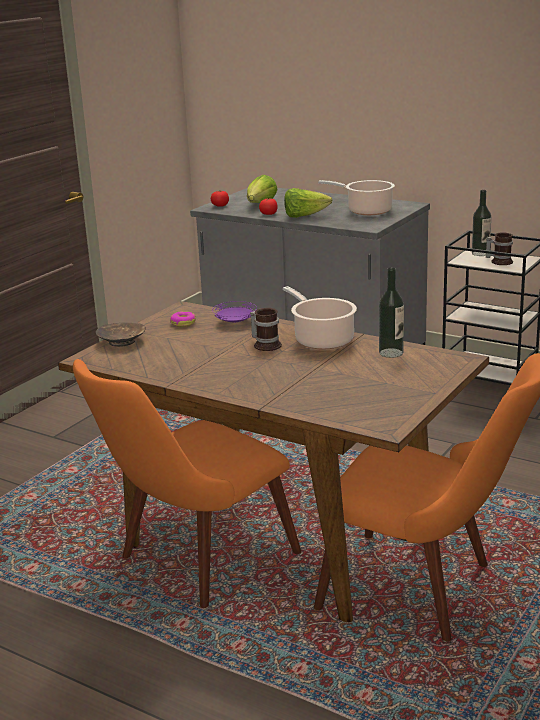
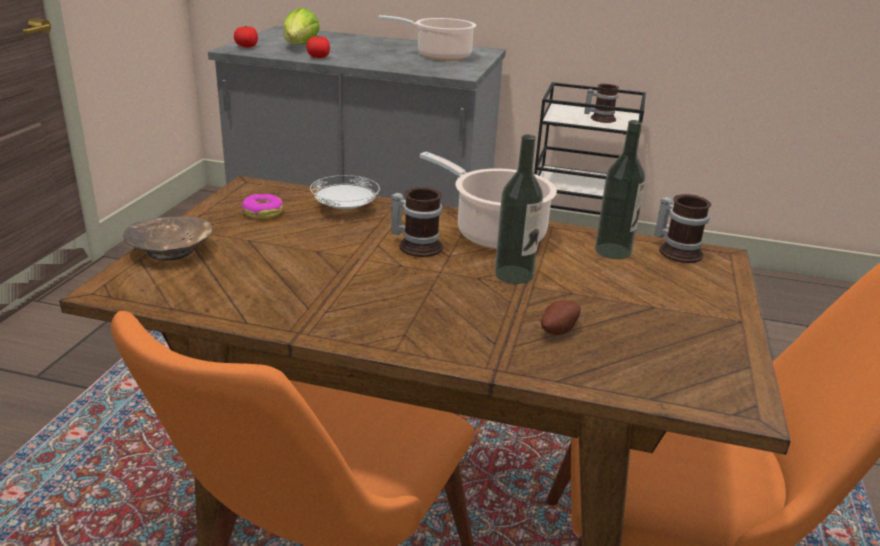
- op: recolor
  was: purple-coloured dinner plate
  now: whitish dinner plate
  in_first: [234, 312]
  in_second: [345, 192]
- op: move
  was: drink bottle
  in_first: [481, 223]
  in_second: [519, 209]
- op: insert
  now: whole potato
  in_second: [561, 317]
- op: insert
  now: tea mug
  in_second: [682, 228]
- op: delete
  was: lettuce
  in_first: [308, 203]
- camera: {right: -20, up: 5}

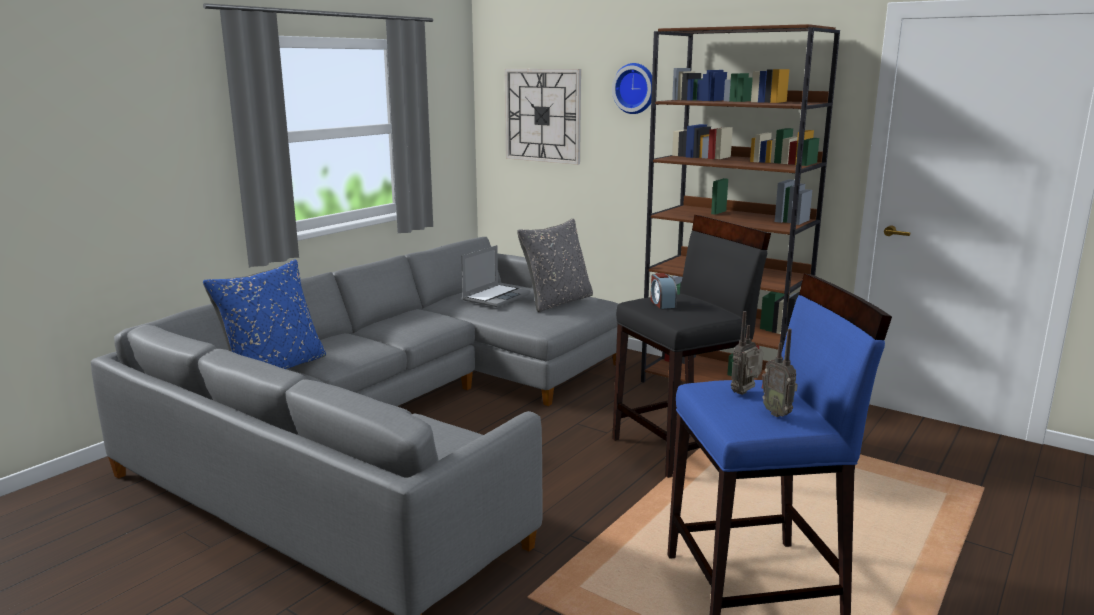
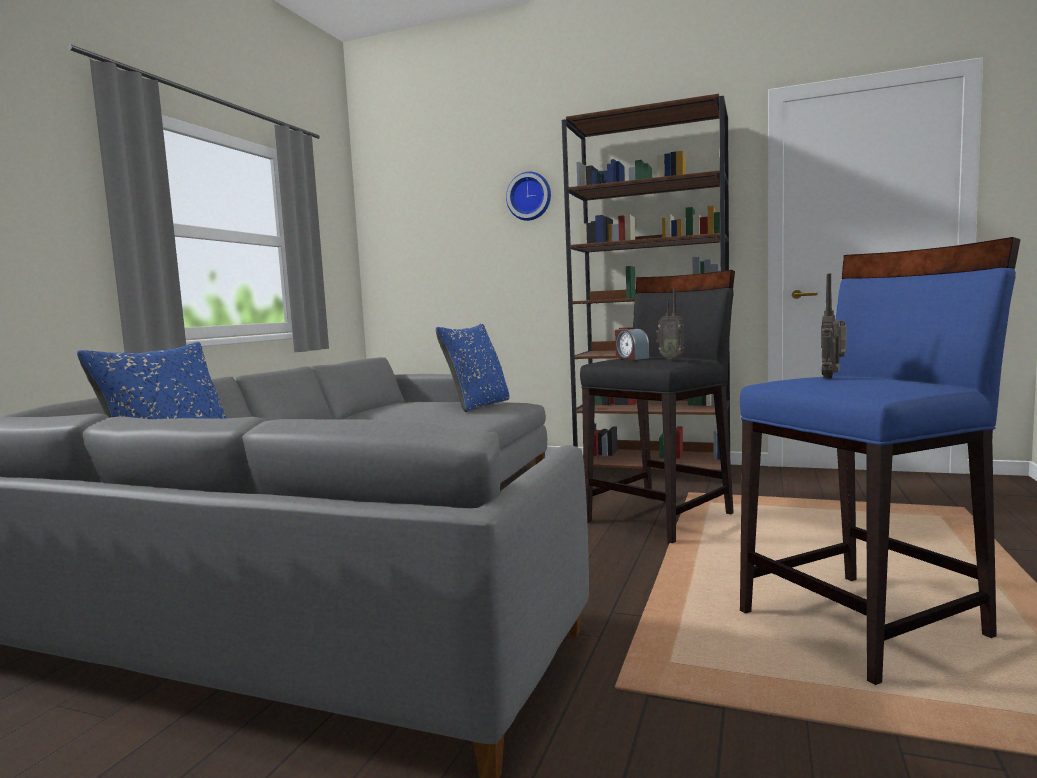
- op: recolor
  was: grey throw pillow
  now: blue throw pillow
  in_first: [555, 265]
  in_second: [472, 368]
- op: move
  was: radio set
  in_first: [780, 372]
  in_second: [670, 323]
- op: delete
  was: portable computer
  in_first: [496, 276]
- op: delete
  was: clock on the wall
  in_first: [543, 117]
- camera: {right: -15, up: -10}

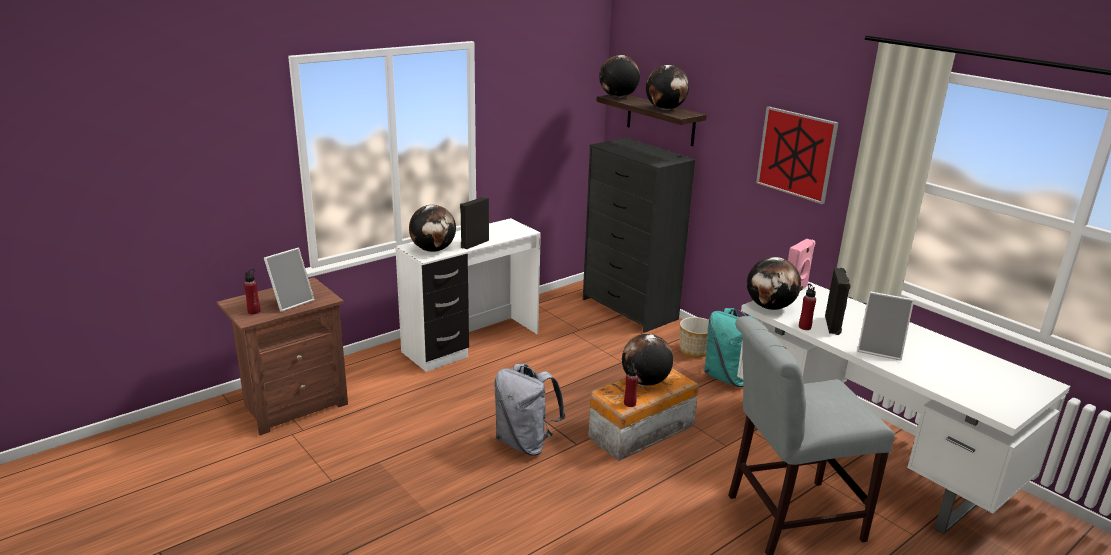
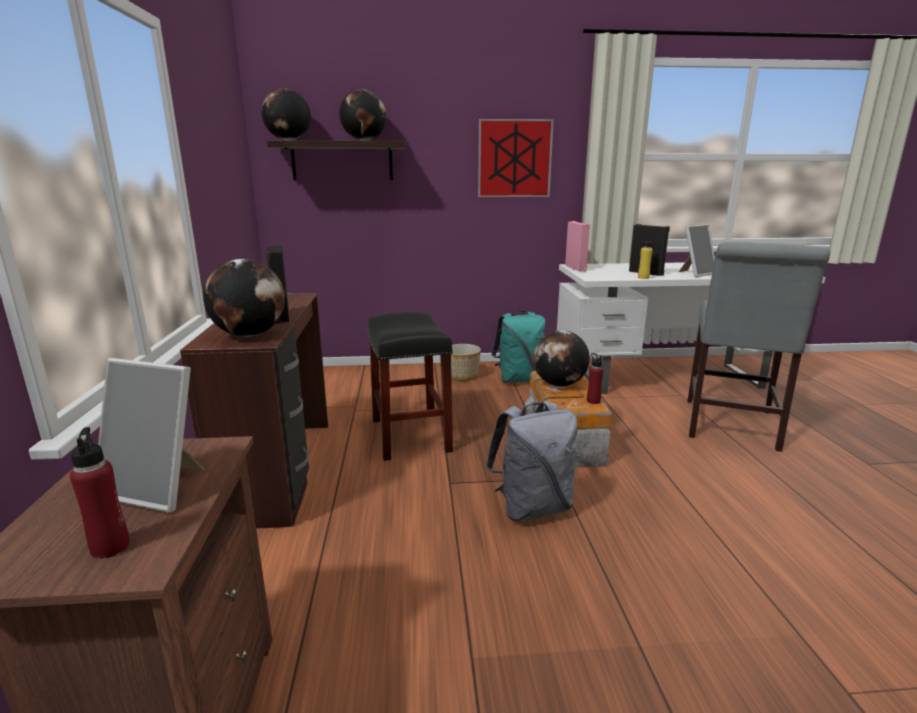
- op: rotate
  was: photo frame
  in_first: [289, 280]
  in_second: [151, 435]
  clockwise: 120
- op: recolor
  was: whitish desk table
  now: brown-coloured desk table
  in_first: [468, 295]
  in_second: [254, 411]
- op: insert
  now: blackish stool seat
  in_second: [410, 386]
- op: recolor
  was: reddish drink bottle
  now: yellow-coloured drink bottle
  in_first: [807, 307]
  in_second: [645, 257]
- op: delete
  was: blackish dresser
  in_first: [639, 235]
- op: delete
  was: desk globe
  in_first: [774, 283]
- camera: {right: -55, up: -5}

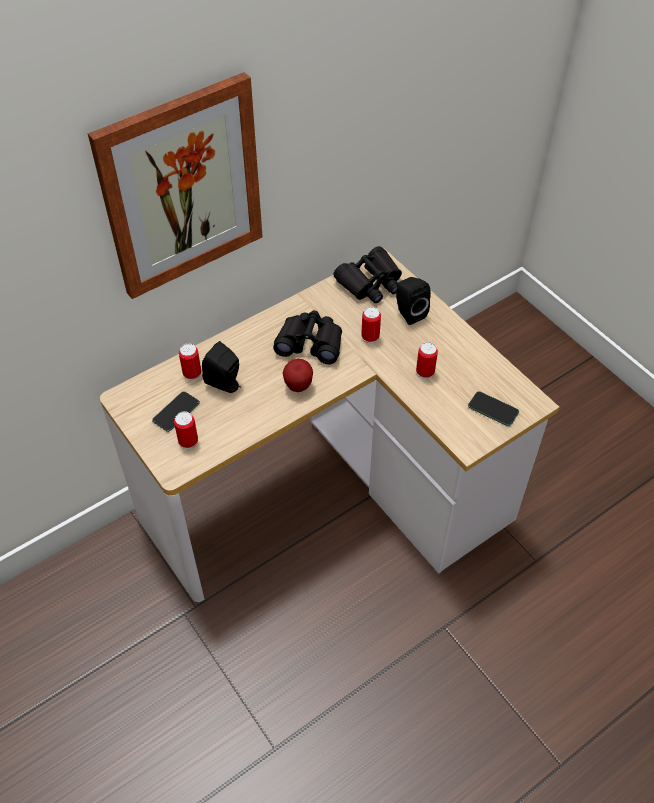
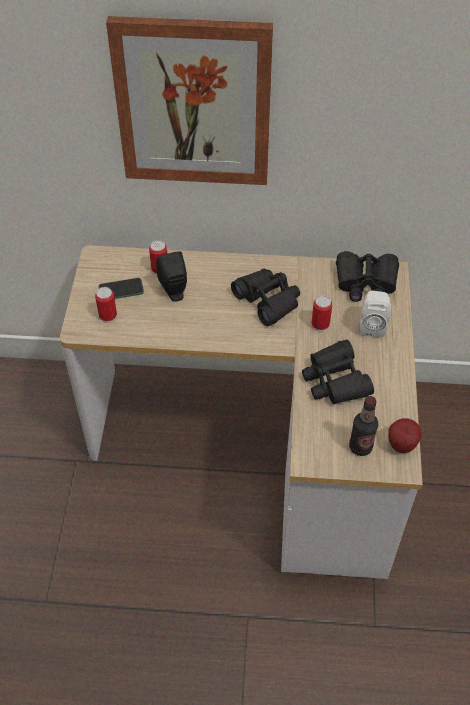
- op: replace
  was: metal can
  now: blackish binoculars
  in_first: [427, 360]
  in_second: [338, 372]
- op: replace
  was: telephone
  now: drink bottle
  in_first: [493, 408]
  in_second: [363, 426]
- op: recolor
  was: blackish audio speaker
  now: whitish audio speaker
  in_first: [413, 301]
  in_second: [375, 314]
- op: move
  was: apple fruit
  in_first: [298, 375]
  in_second: [405, 435]
- camera: {right: 40, up: 0}

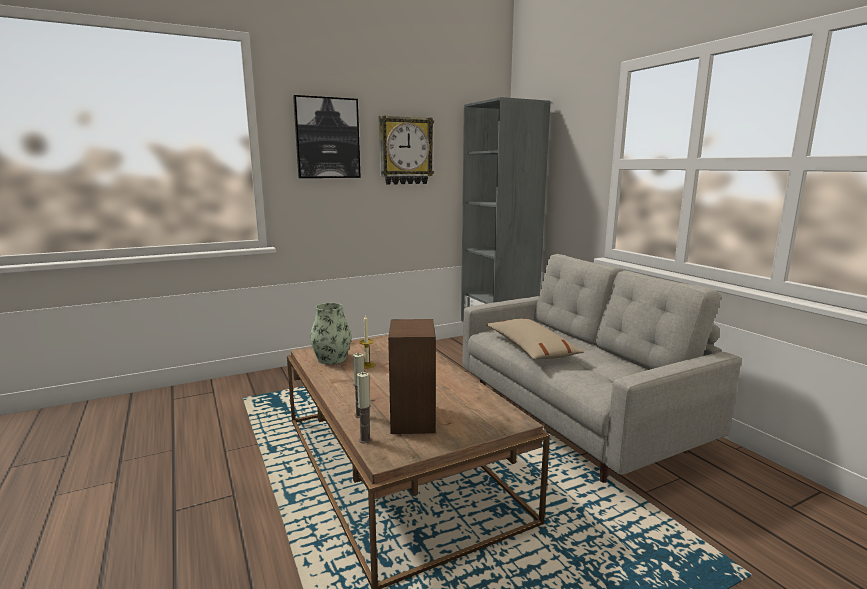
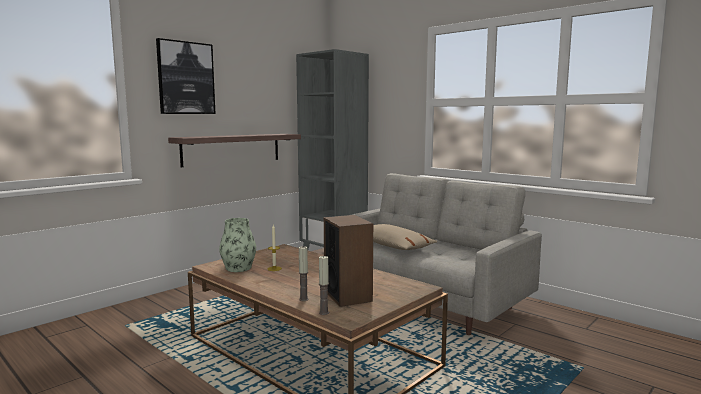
- op: insert
  now: bracket shelf
  in_second: [234, 150]
- op: delete
  was: clock on the wall
  in_first: [406, 150]
- camera: {right: -20, up: -5}

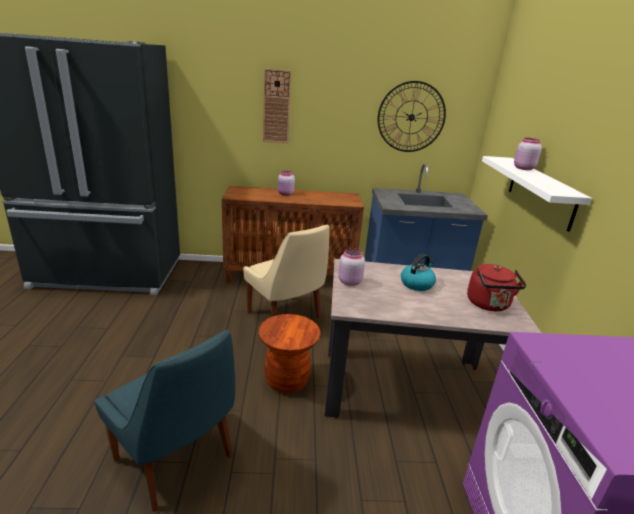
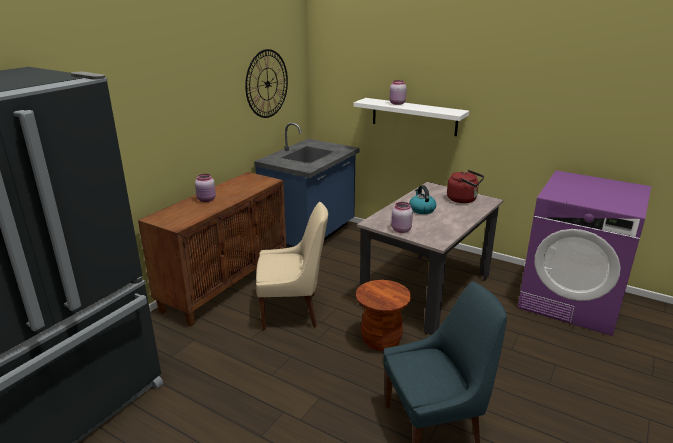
- op: delete
  was: clock on the wall
  in_first: [277, 105]
- camera: {right: -55, up: 0}

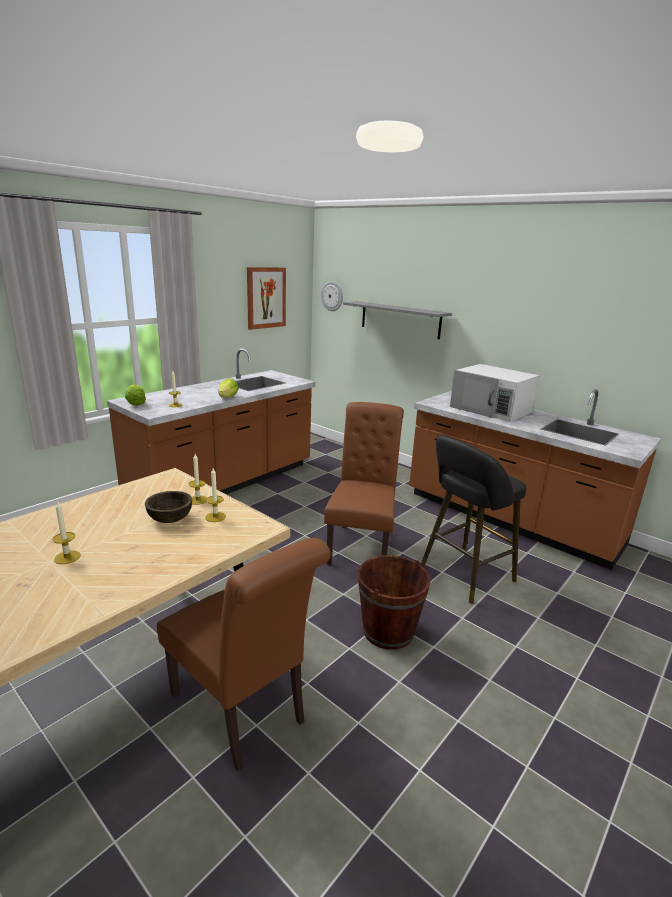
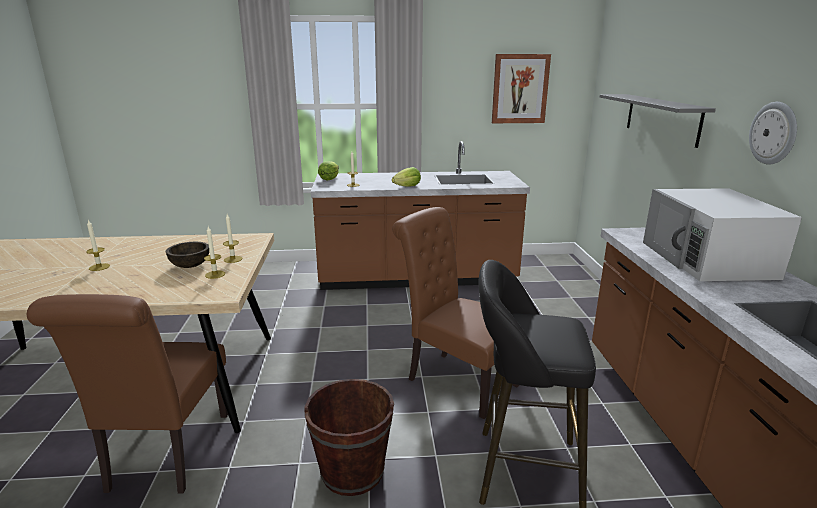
- op: rotate
  was: brown-coloured plain chair
  in_first: [364, 484]
  in_second: [455, 313]
  clockwise: -105
- op: move
  was: clock on the wall
  in_first: [332, 296]
  in_second: [773, 133]
- camera: {right: 45, up: 0}

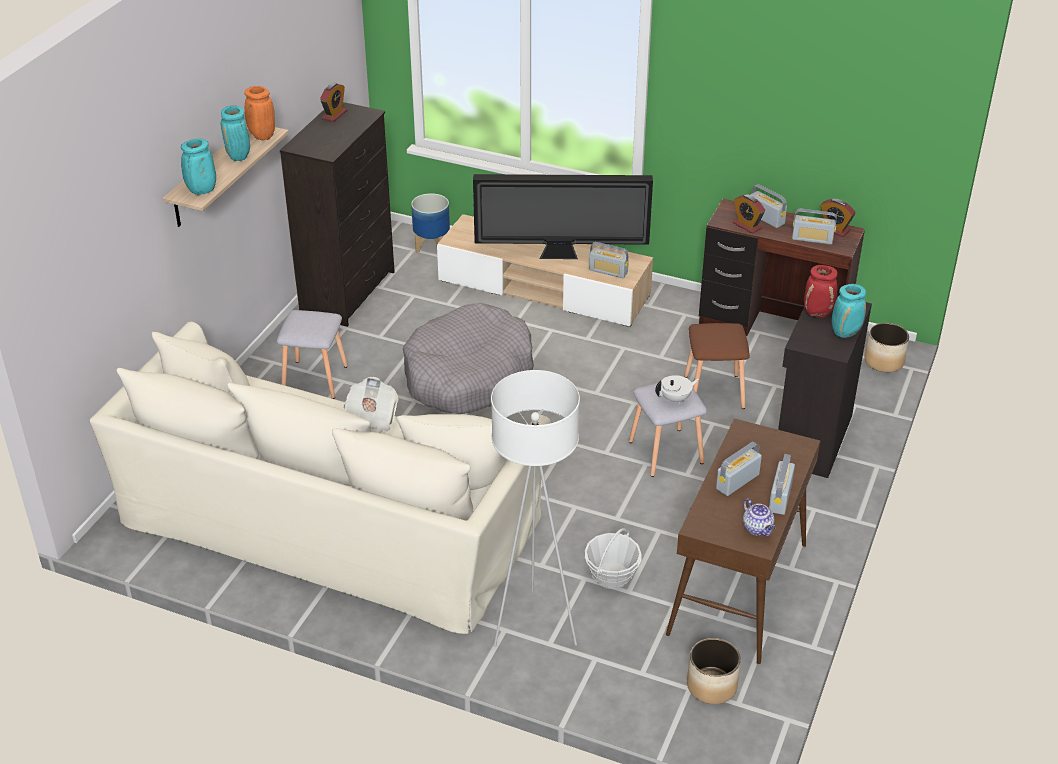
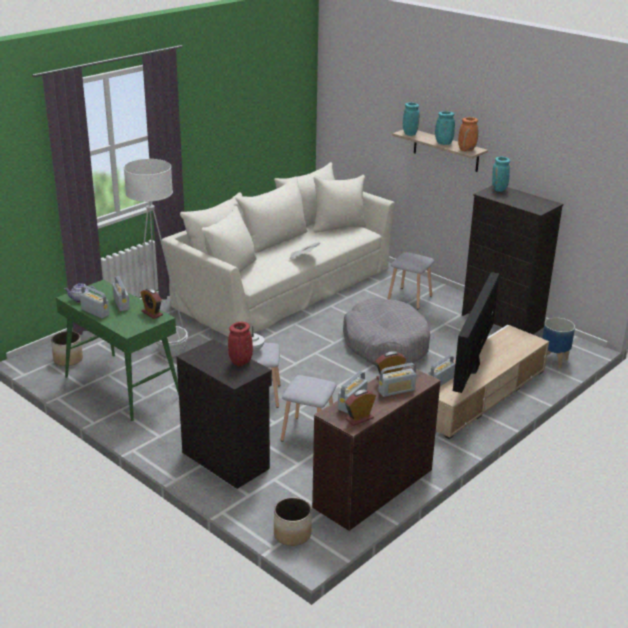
- op: recolor
  was: brown-coloured narrow table
  now: green-coloured narrow table
  in_first: [743, 541]
  in_second: [117, 350]
- op: move
  was: alarm clock
  in_first: [333, 102]
  in_second: [152, 303]
- op: recolor
  was: brown-coloured stool seat
  now: grey stool seat
  in_first: [717, 366]
  in_second: [308, 408]
- op: move
  was: turquoise vase
  in_first: [849, 311]
  in_second: [501, 174]
- camera: {right: 110, up: -10}

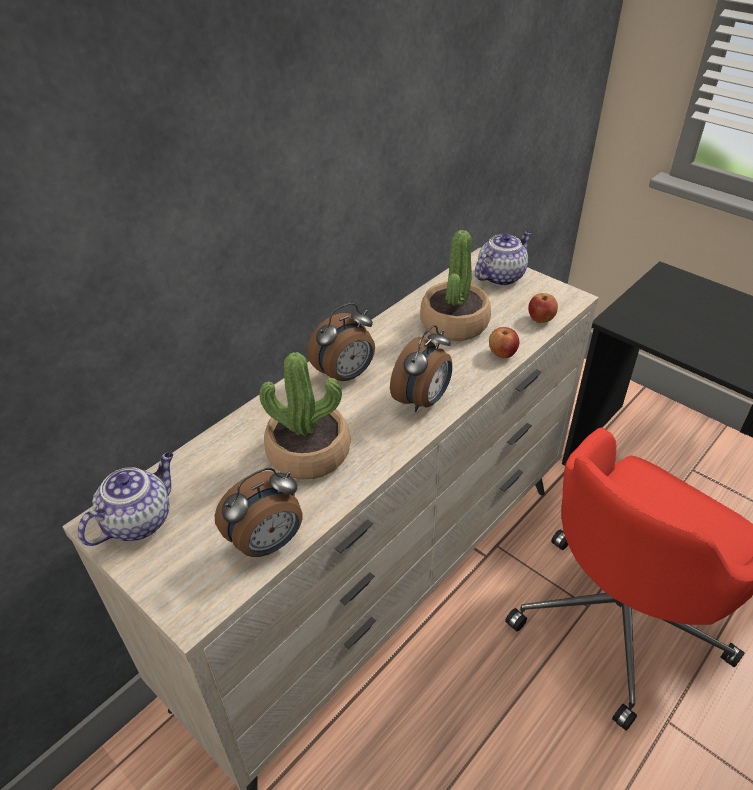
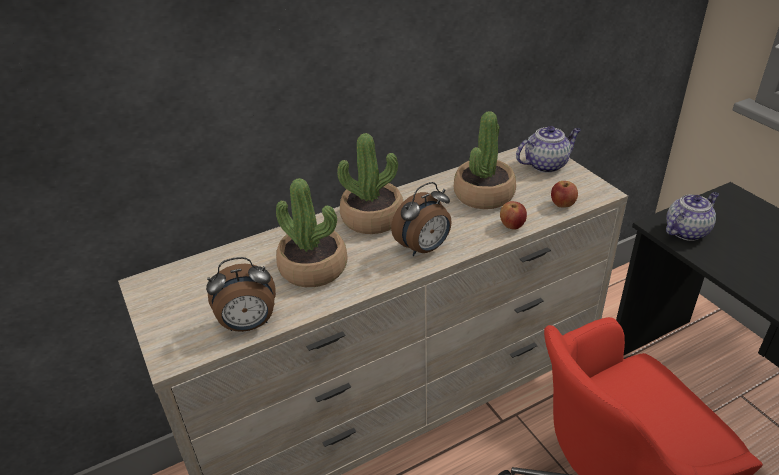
- op: replace
  was: alarm clock
  now: houseplant
  in_first: [341, 342]
  in_second: [370, 183]
- op: move
  was: tea pot
  in_first: [125, 499]
  in_second: [692, 216]
- camera: {right: 20, up: -5}

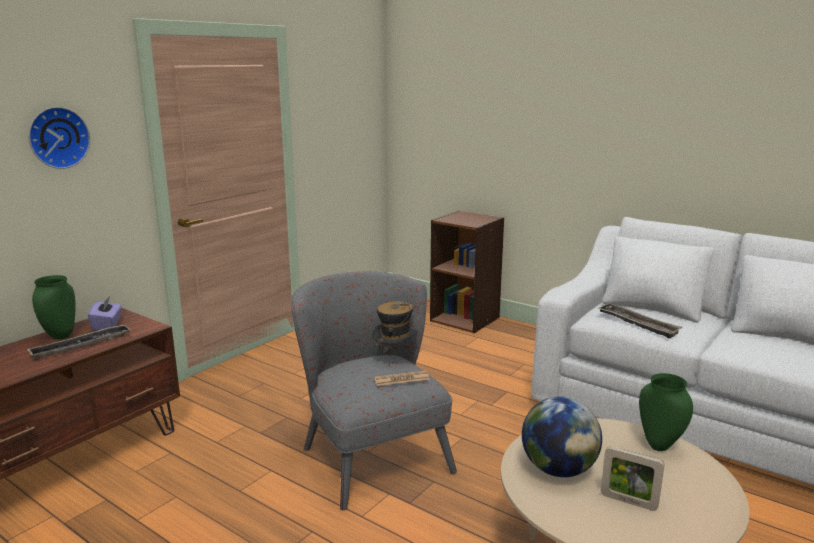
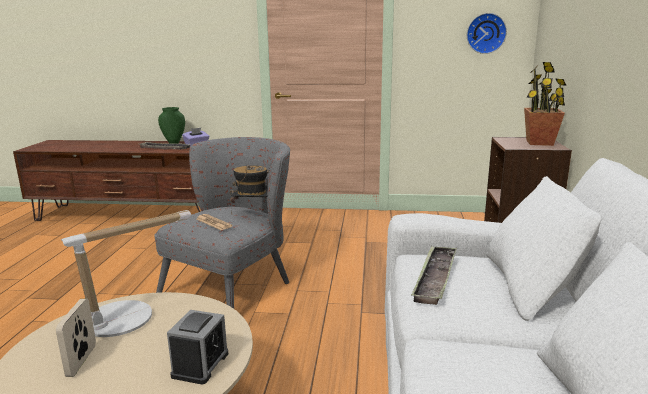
- op: replace
  was: desk globe
  now: lamp for a table
  in_first: [562, 436]
  in_second: [126, 273]
- op: replace
  was: green-coloured vase
  now: alarm clock
  in_first: [666, 412]
  in_second: [197, 347]
- op: move
  was: clock on the wall
  in_first: [59, 138]
  in_second: [487, 33]
- op: insert
  now: houseplant
  in_second: [545, 104]
- camera: {right: 60, up: 0}

